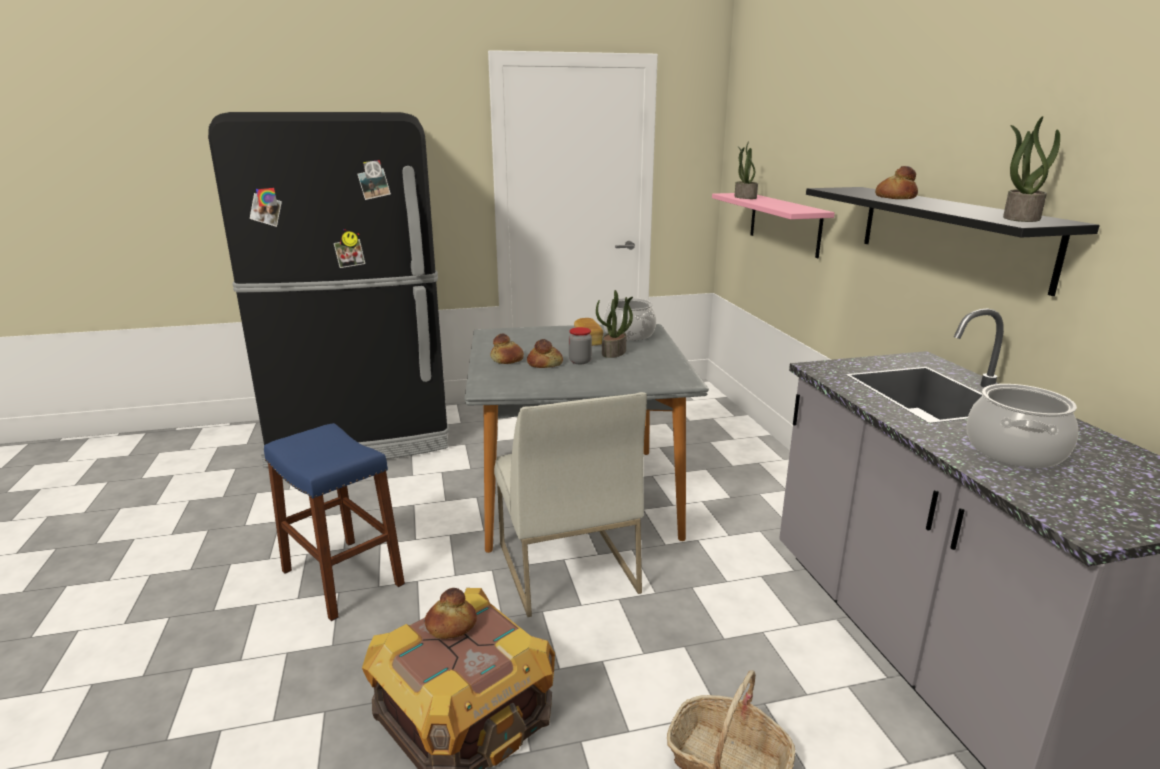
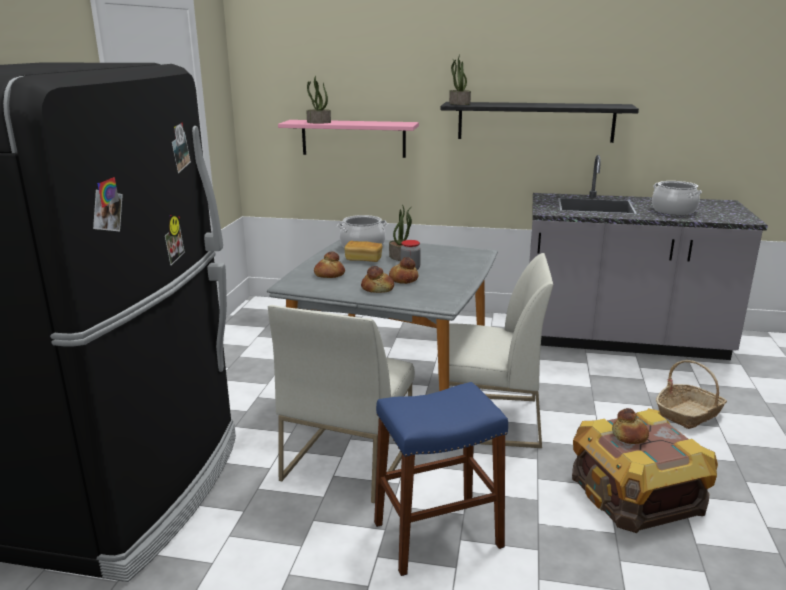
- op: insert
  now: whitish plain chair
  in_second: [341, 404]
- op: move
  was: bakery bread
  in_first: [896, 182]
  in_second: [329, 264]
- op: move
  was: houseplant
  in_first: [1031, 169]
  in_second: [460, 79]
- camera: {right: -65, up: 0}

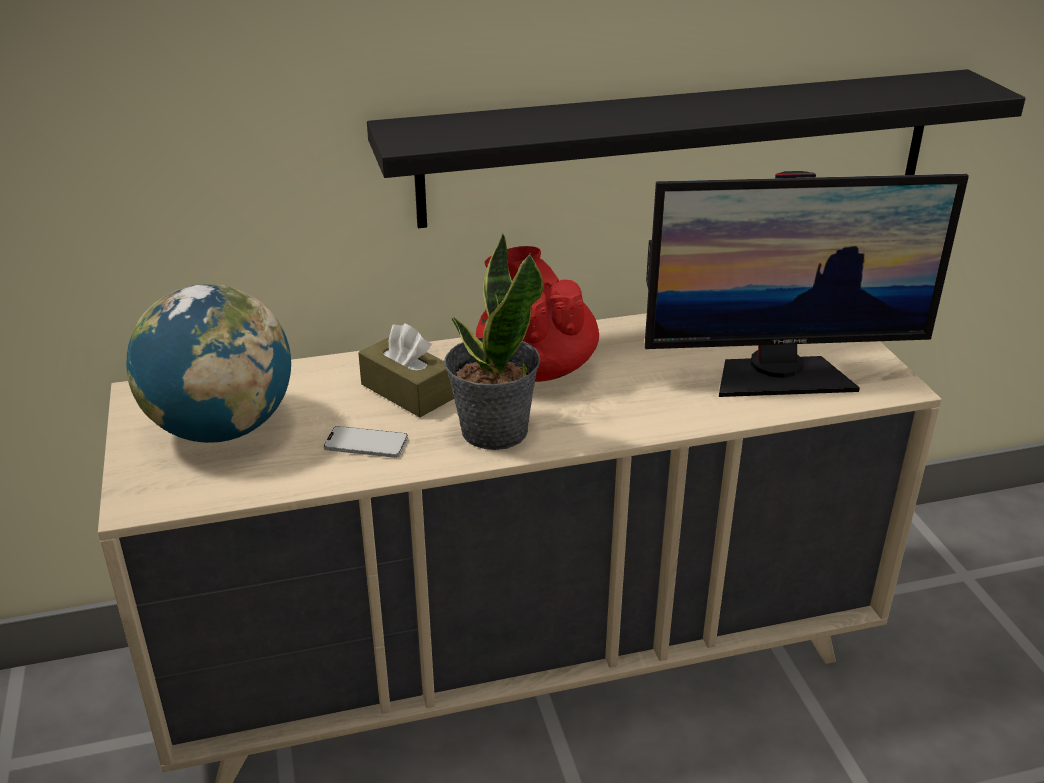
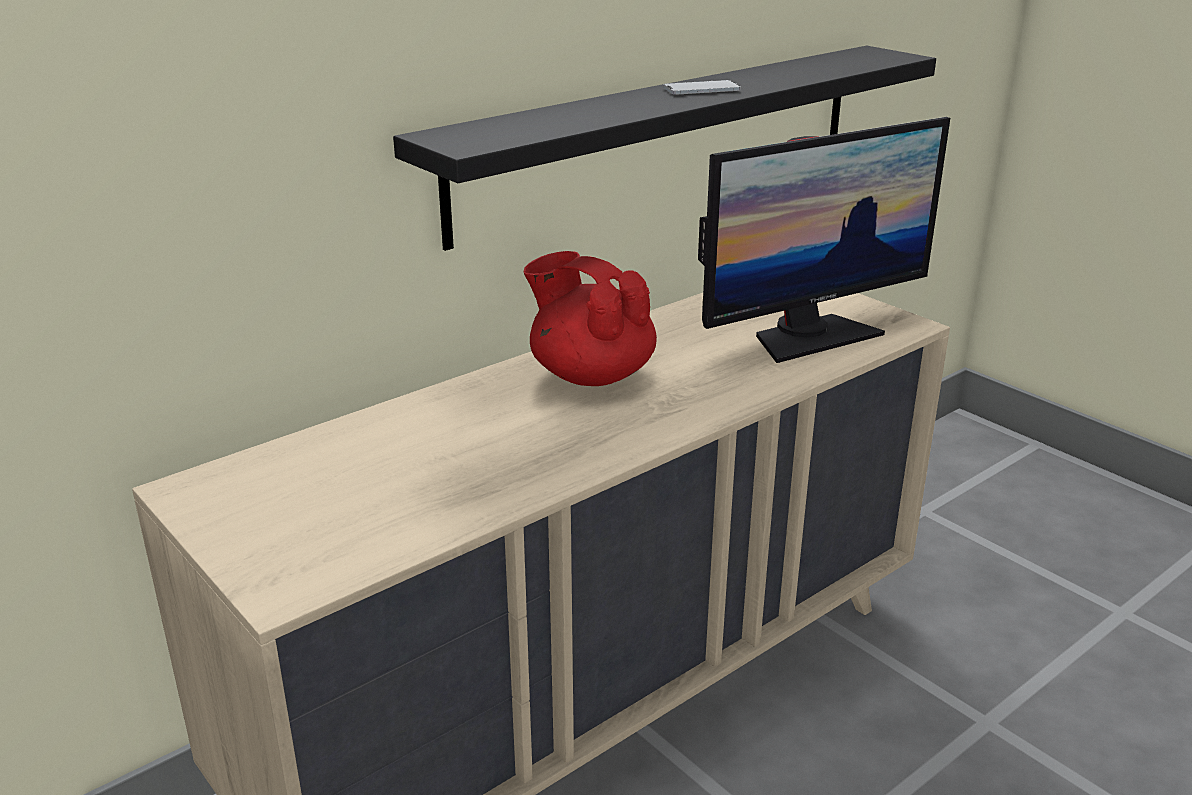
- op: move
  was: telephone
  in_first: [366, 442]
  in_second: [702, 87]
- op: delete
  was: desk globe
  in_first: [208, 363]
- op: delete
  was: brown-coloured tissue holder
  in_first: [406, 370]
- op: delete
  was: houseplant
  in_first: [494, 341]
- camera: {right: -25, up: -5}

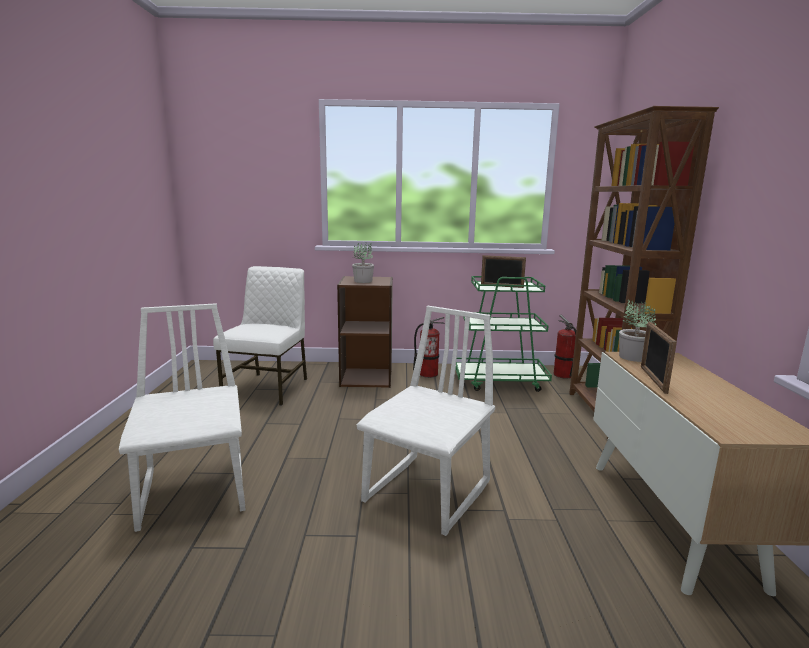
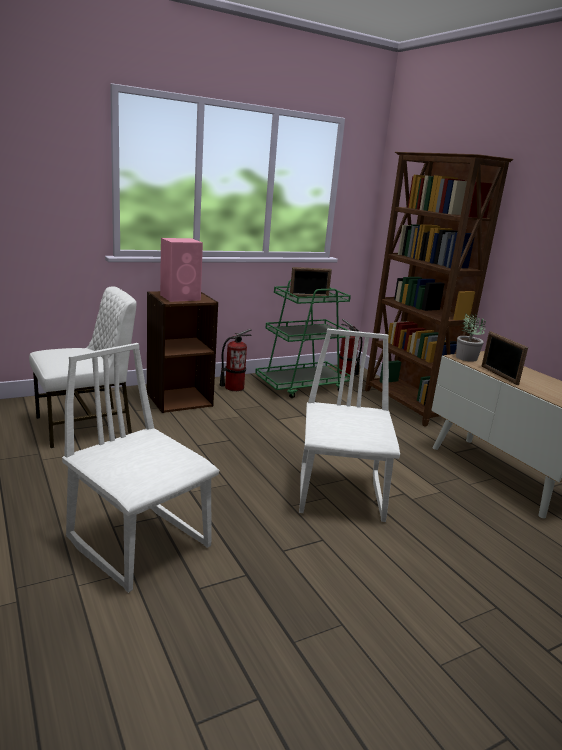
- op: rotate
  was: whitish plain chair
  in_first: [260, 335]
  in_second: [82, 367]
  clockwise: 75
- op: replace
  was: houseplant
  now: pink audio speaker
  in_first: [363, 263]
  in_second: [181, 270]
- camera: {right: -30, up: 5}

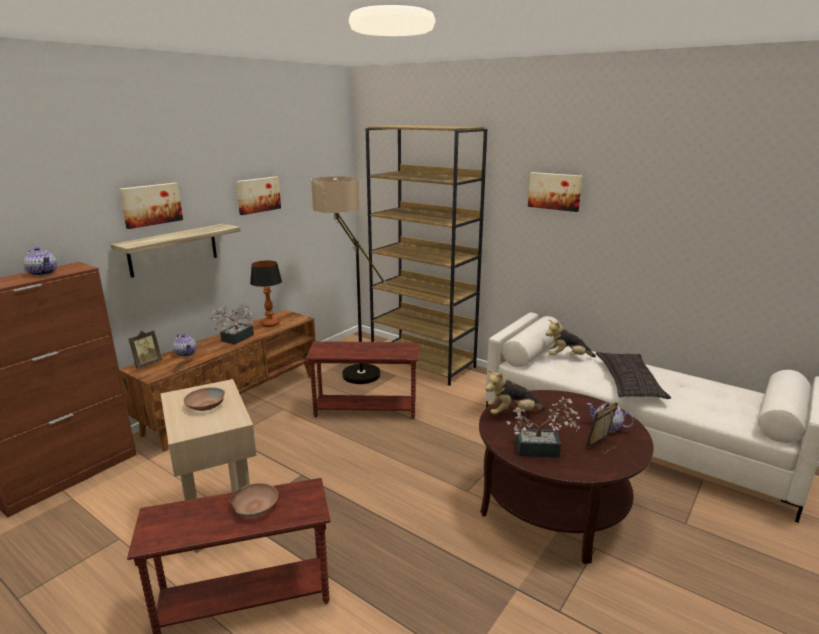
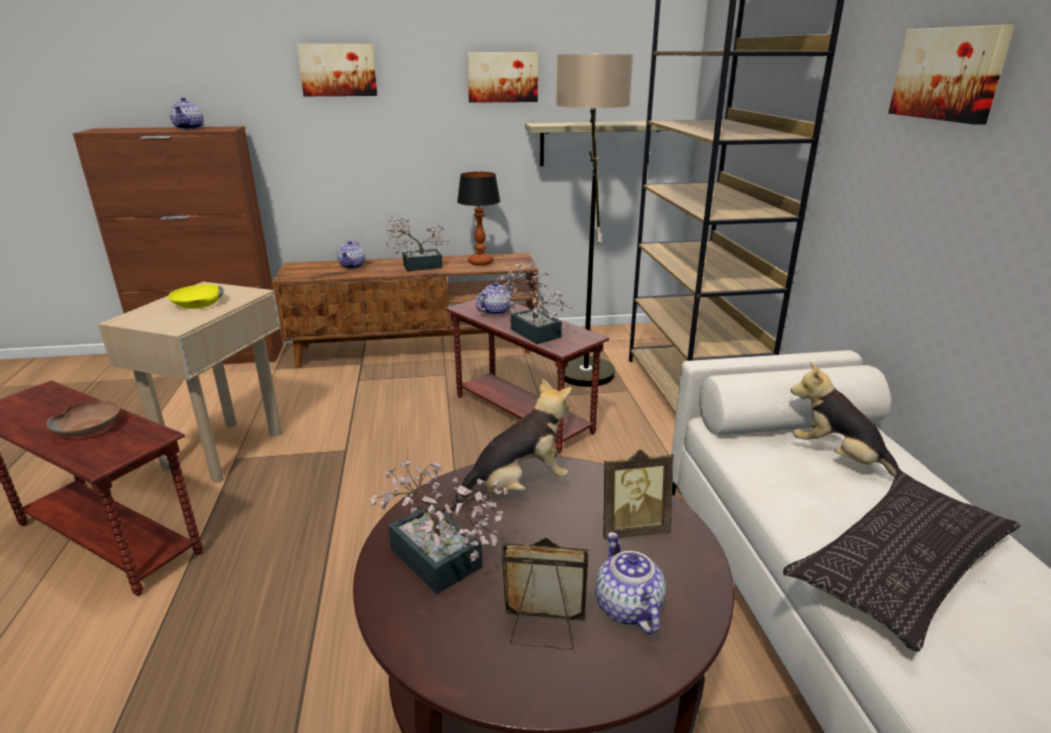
- op: recolor
  was: brown-coloured bowl
  now: yellow-coloured bowl
  in_first: [204, 399]
  in_second: [196, 297]
- op: rotate
  was: plush toy
  in_first: [516, 392]
  in_second: [511, 444]
  clockwise: 120
- op: insert
  now: tea pot
  in_second: [494, 298]
- op: insert
  now: houseplant
  in_second: [534, 303]
- op: move
  was: bracket shelf
  in_first: [175, 251]
  in_second: [597, 143]
- op: move
  was: photo frame
  in_first: [145, 350]
  in_second: [638, 494]
- camera: {right: 45, up: 5}

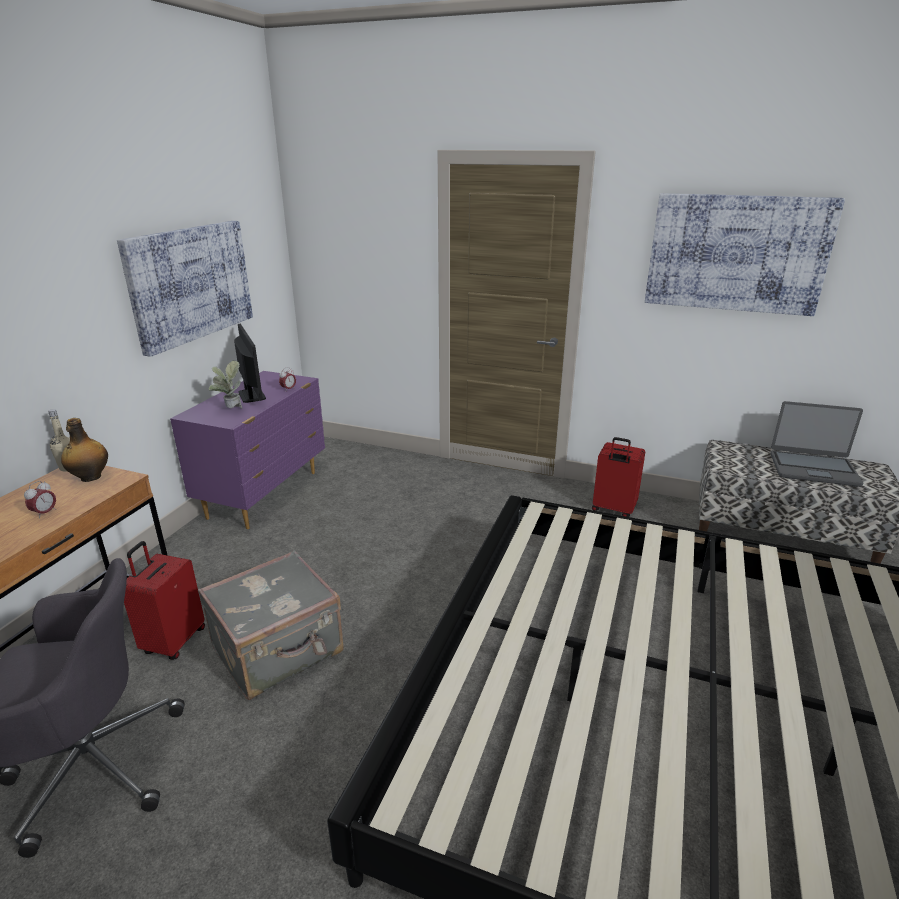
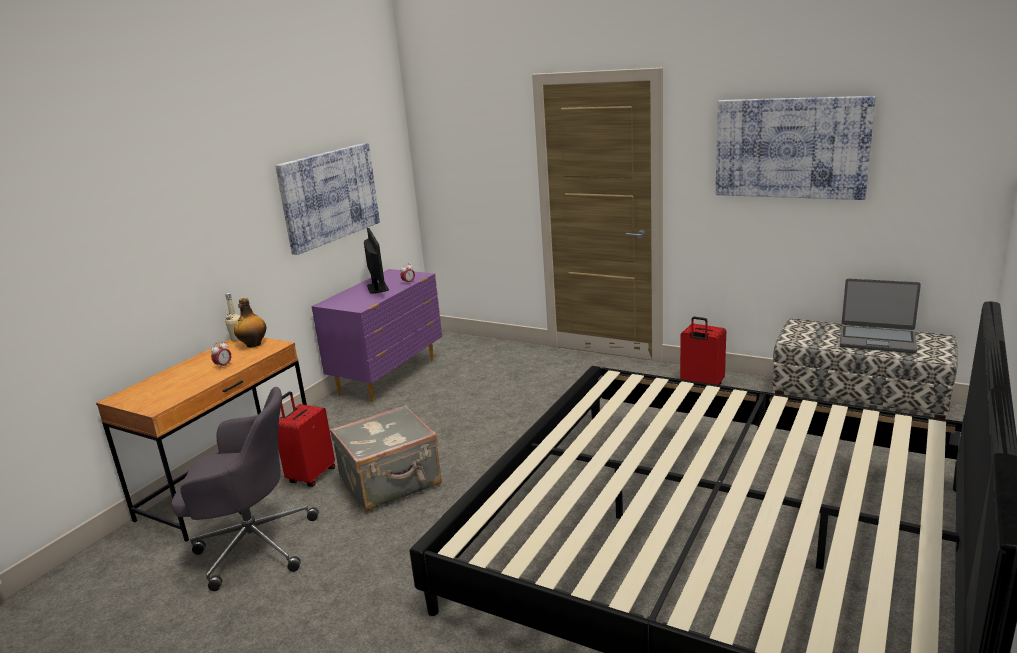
- op: delete
  was: houseplant
  in_first: [225, 385]
- camera: {right: 10, up: -5}

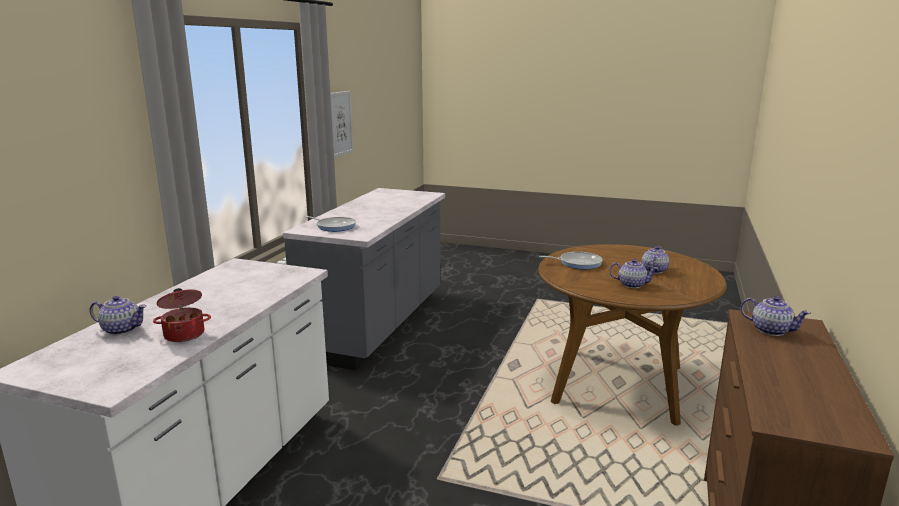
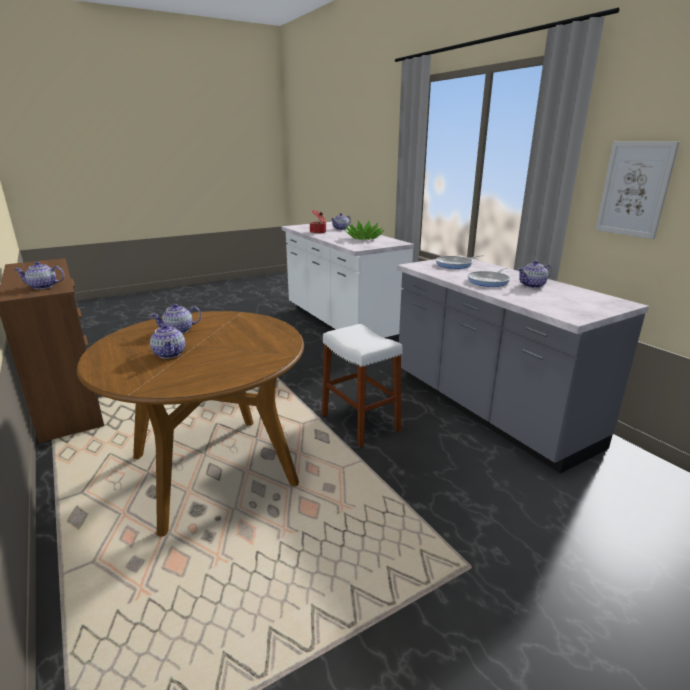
- op: insert
  now: whitish stool seat
  in_second: [362, 385]
- op: insert
  now: houseplant
  in_second: [364, 230]
- op: move
  was: pan
  in_first: [571, 260]
  in_second: [489, 277]
- op: insert
  now: tea pot
  in_second: [534, 274]
- camera: {right: 130, up: 5}

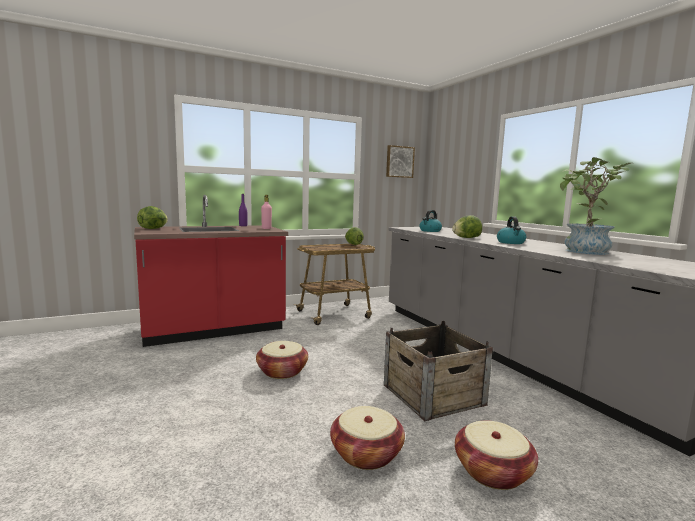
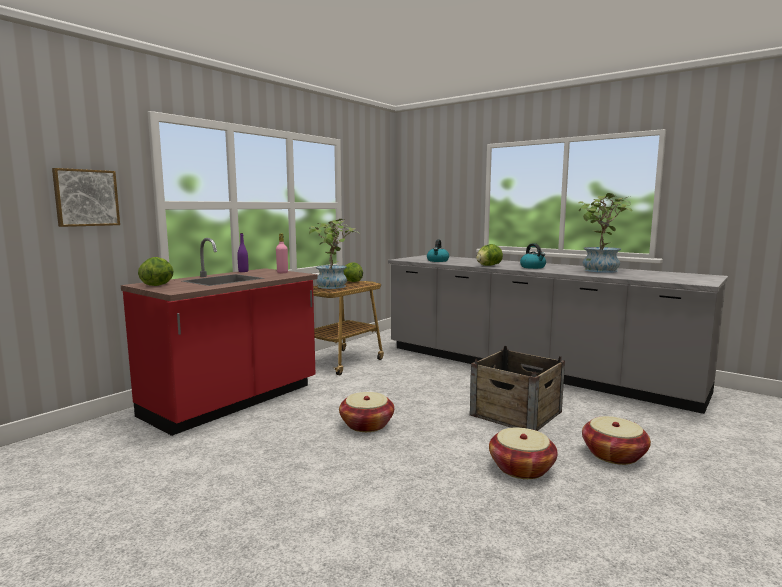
- op: move
  was: picture
  in_first: [400, 161]
  in_second: [86, 197]
- op: insert
  now: houseplant
  in_second: [334, 254]
- camera: {right: -25, up: 0}

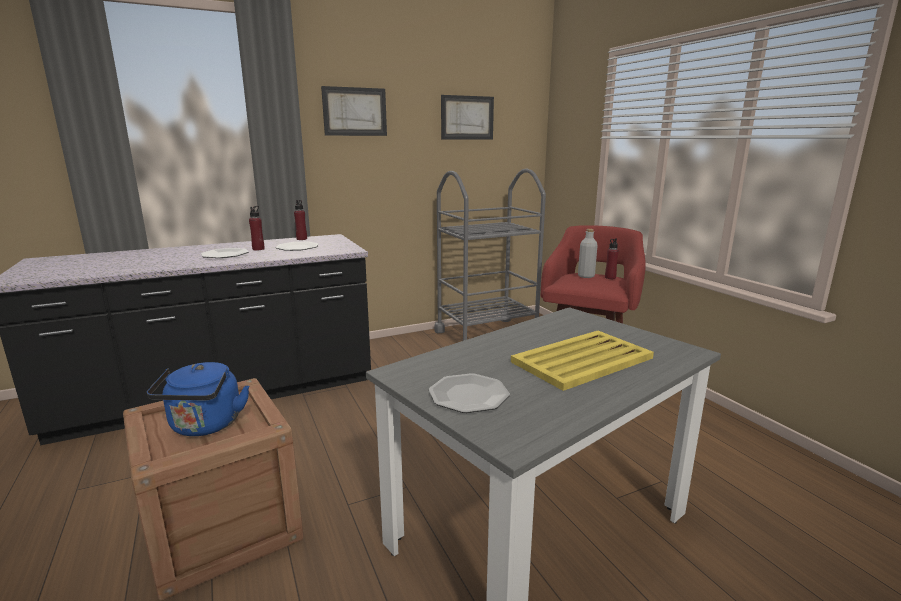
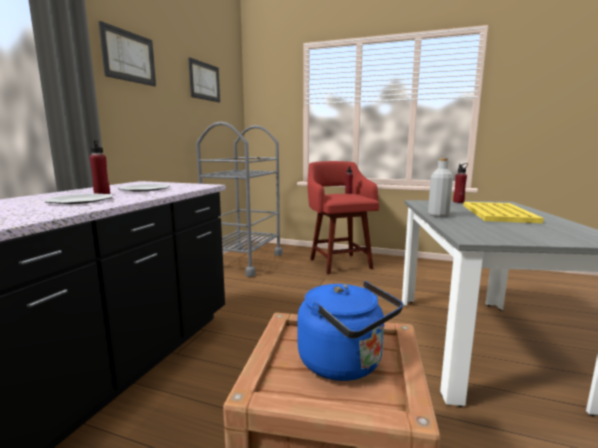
- op: move
  was: grey drink bottle
  in_first: [588, 253]
  in_second: [440, 187]
- op: move
  was: reddish drink bottle
  in_first: [300, 220]
  in_second: [460, 183]
- op: delete
  was: dinner plate
  in_first: [469, 393]
- camera: {right: -45, up: -5}

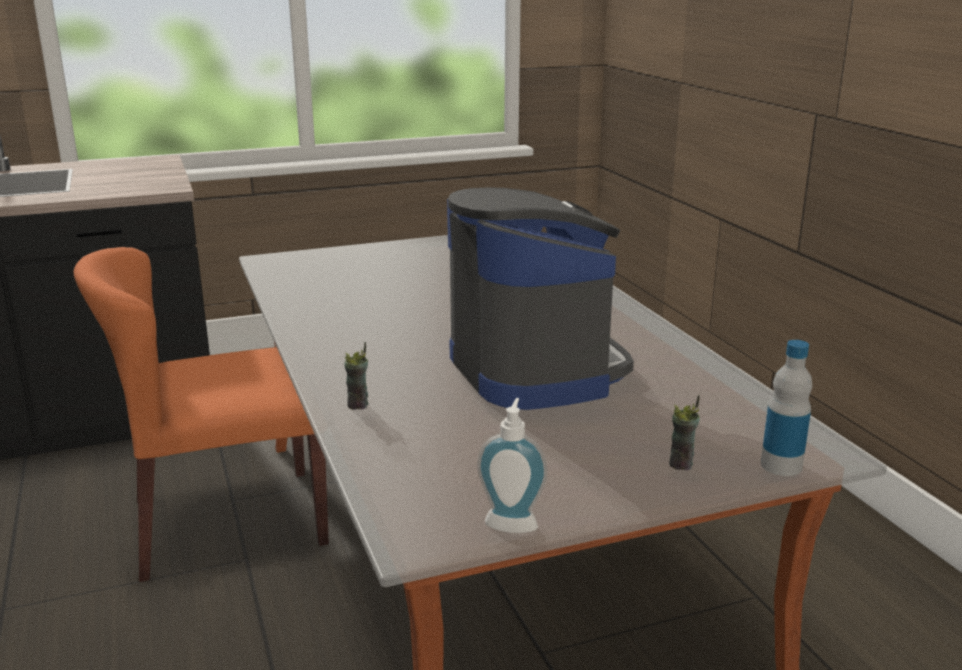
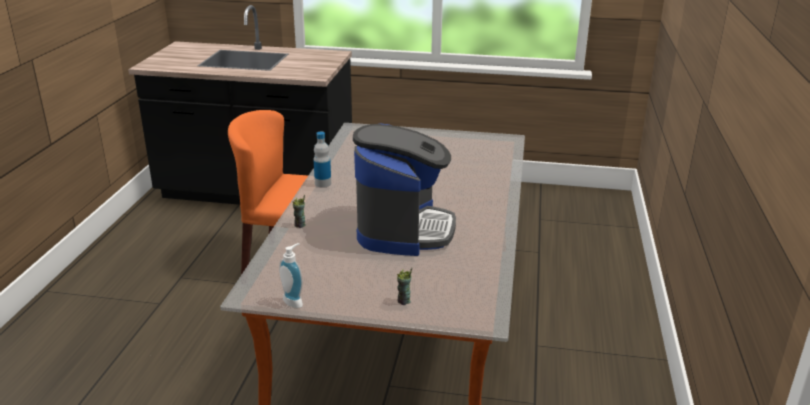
- op: move
  was: drink bottle
  in_first: [786, 408]
  in_second: [322, 160]
- camera: {right: 30, up: 5}

